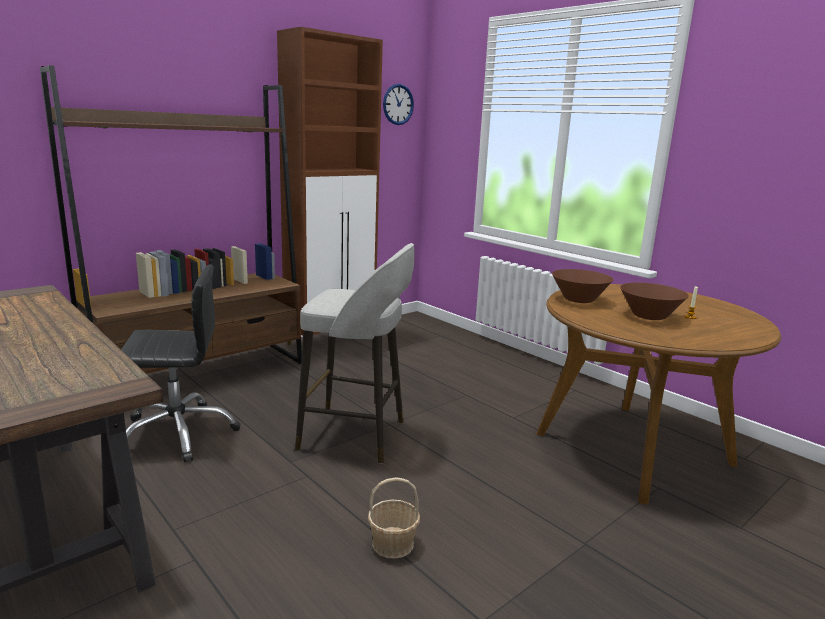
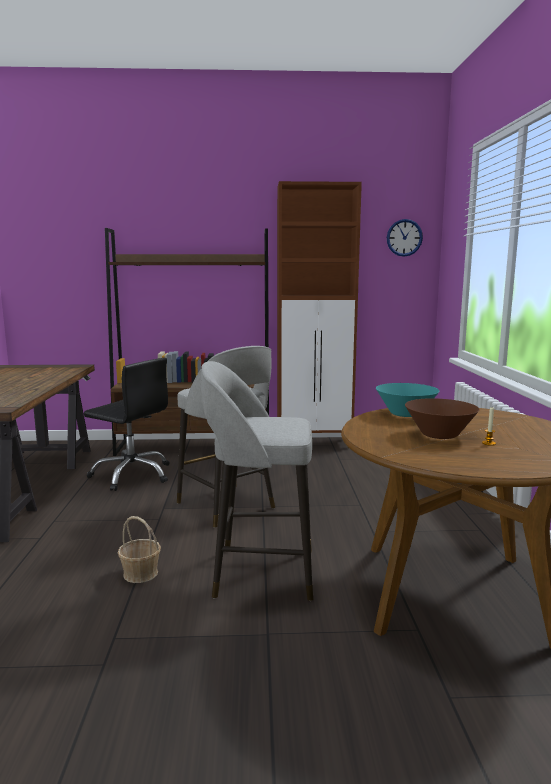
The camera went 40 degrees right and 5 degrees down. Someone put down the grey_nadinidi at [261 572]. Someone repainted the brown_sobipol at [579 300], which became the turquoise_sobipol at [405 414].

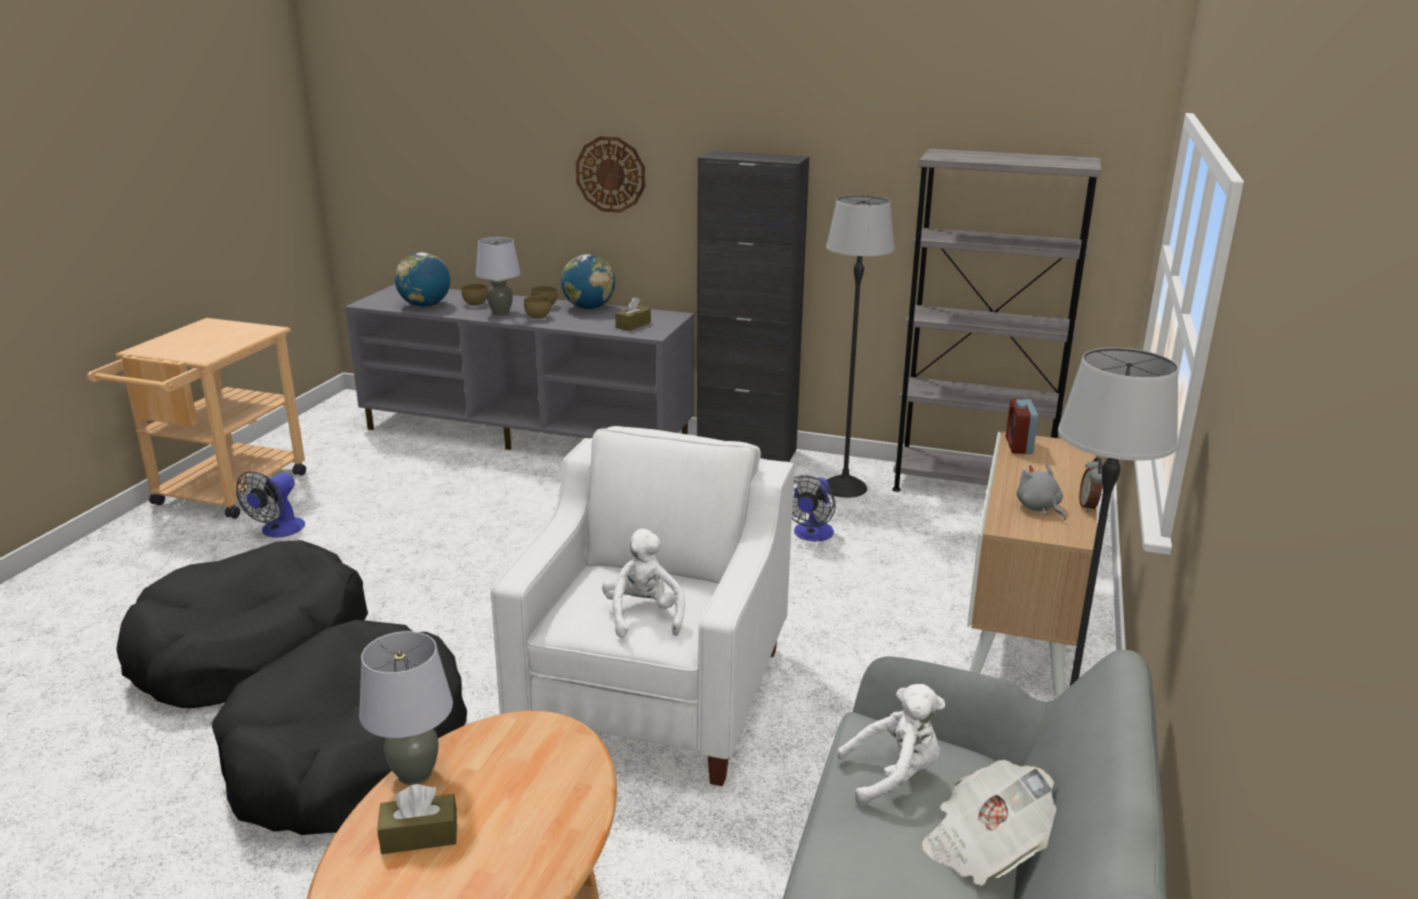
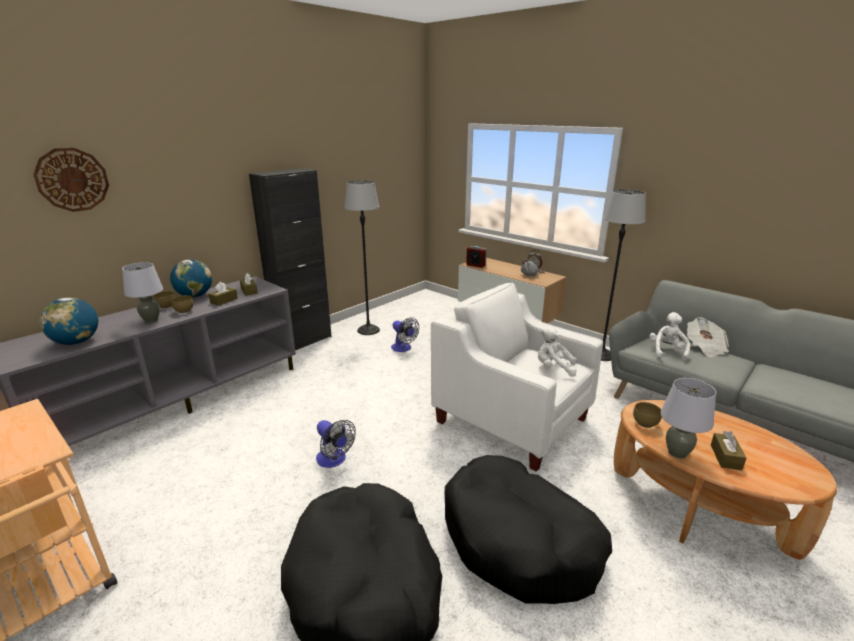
The camera went 65 degrees left and 0 degrees up. Someone took away the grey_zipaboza at [971 487]. Someone put down the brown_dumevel at [224 301]. Someone carried the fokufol from [278 531] to [334 460]. Someone carried the brown_sobipol from [474 304] to [644 424]. Someone carried the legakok from [610 174] to [72 180].

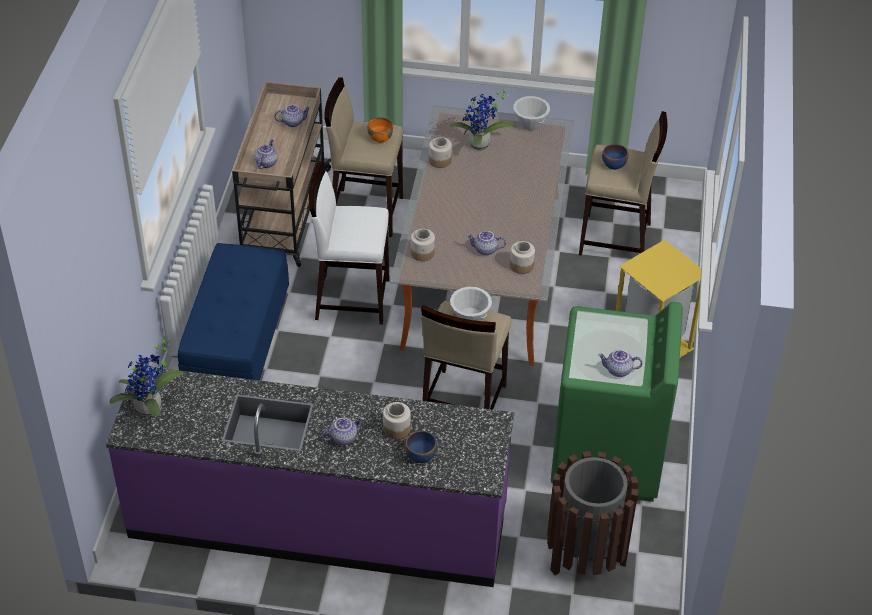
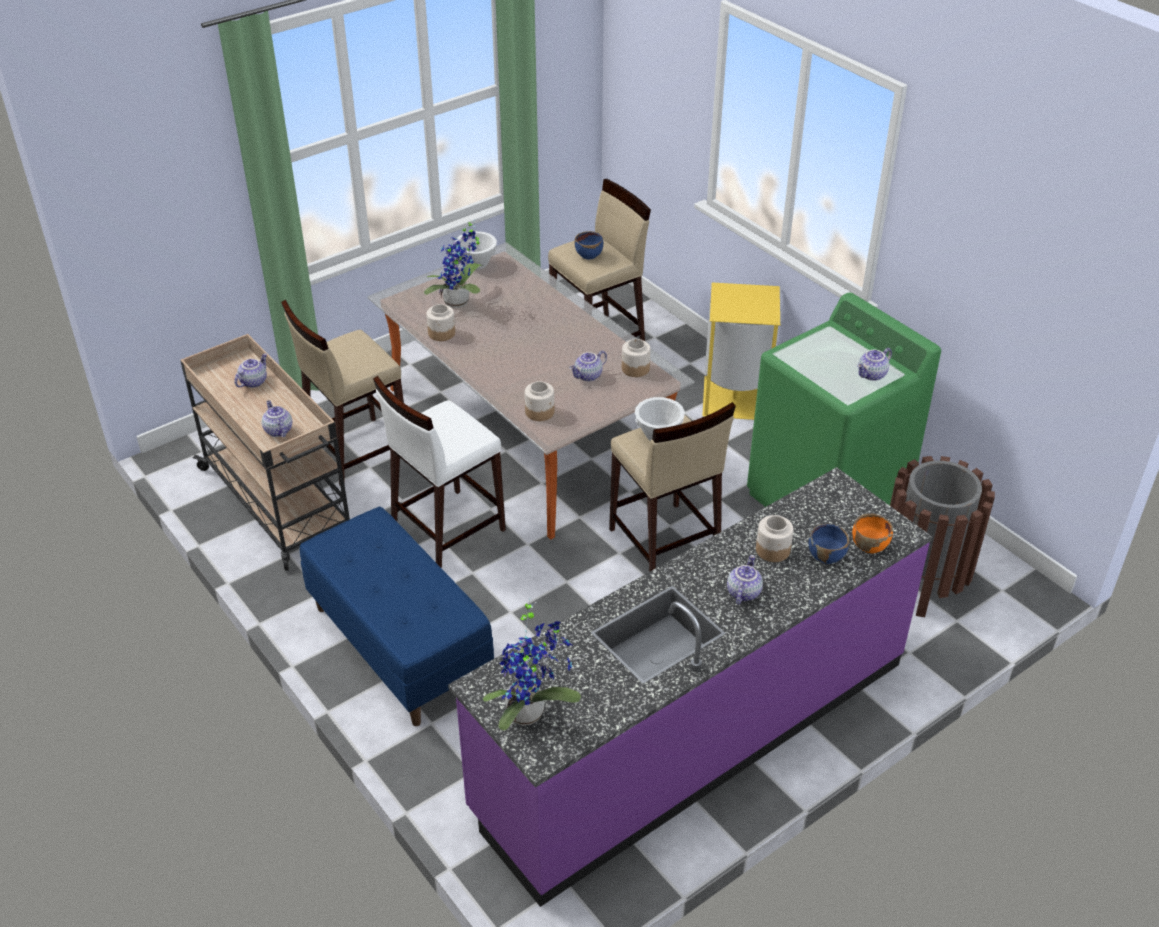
The camera went 45 degrees left and 5 degrees down. Someone carried the orange_sobipol from [380 138] to [869 545].

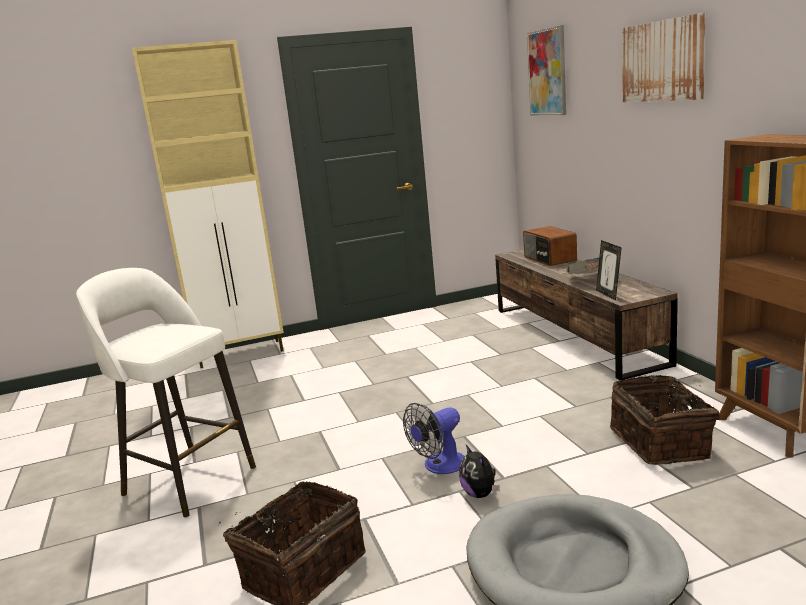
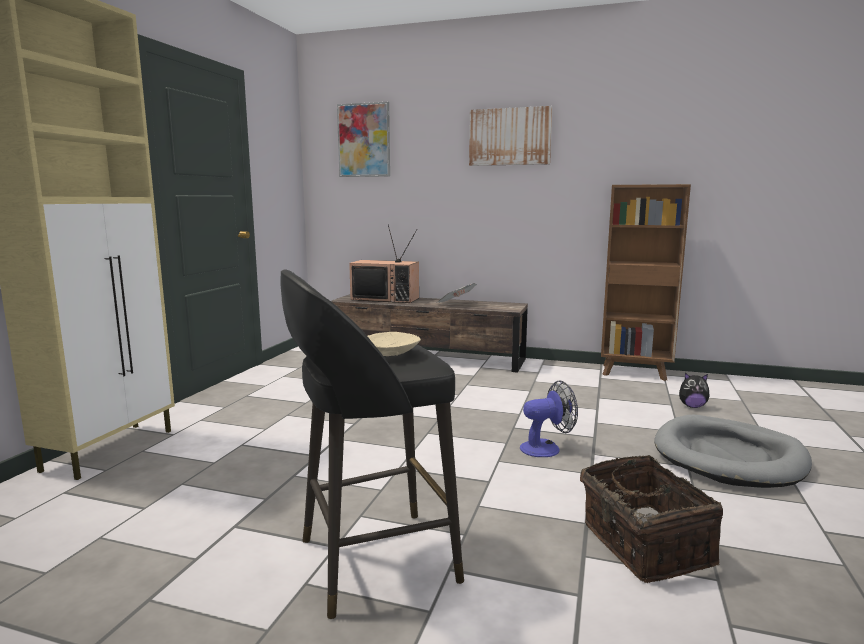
The camera went 55 degrees left and 5 degrees down. Someone took away the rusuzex at [608 294]. Someone took away the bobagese at [662 442]. Someone put down the beige_sobipol at [390 353]. Someone carried the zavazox from [480 494] to [692 406]. Someone swapped the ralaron at [549 259] for the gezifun at [386 299]. Someone repainted the white_nadinidi at [187 480], which became the black_nadinidi at [372 561]. Someone rotated the fokufol at [439 466] by 105 degrees counterclockwise.

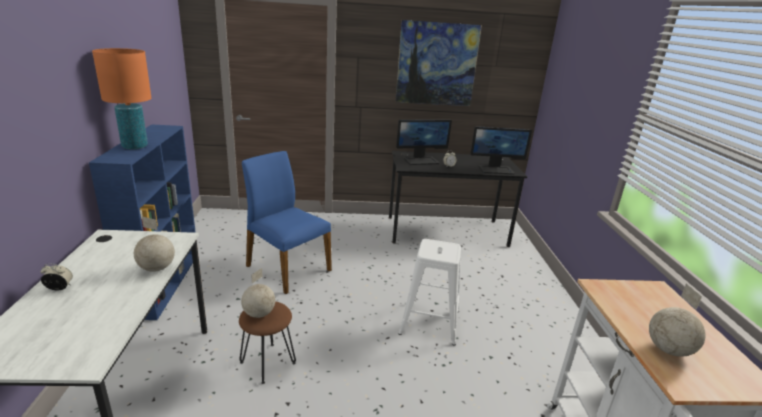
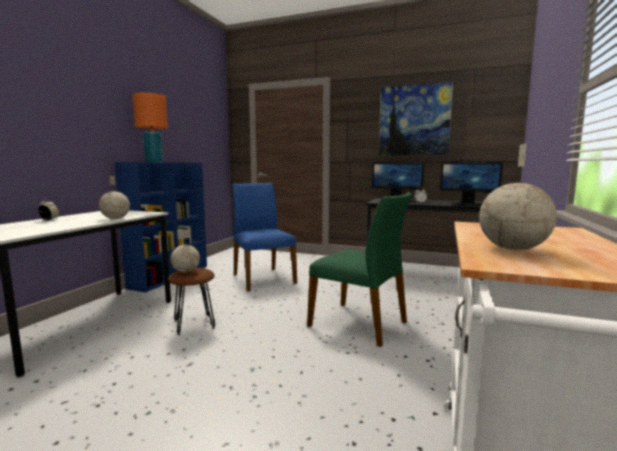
The camera went 25 degrees right and 15 degrees down. Someone swapped the white_nadinidi at [430 322] for the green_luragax at [359 323].

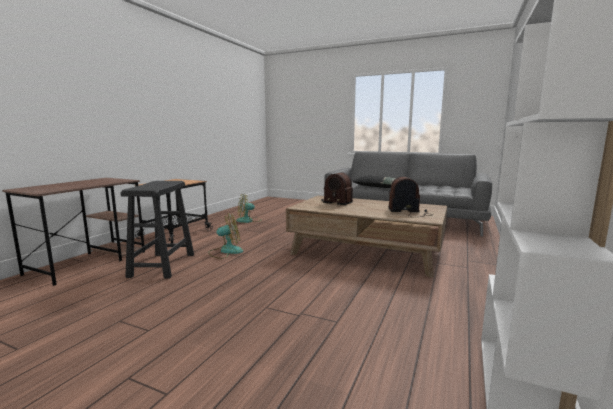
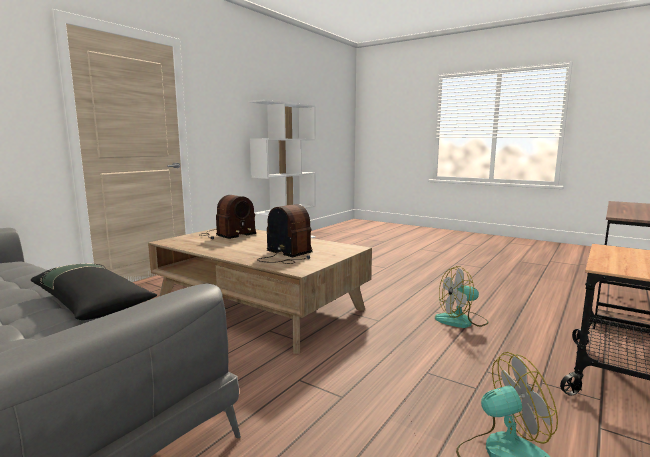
The camera went 170 degrees left and 0 degrees up. Someone took away the black_nadinidi at [162 265]. Someone rotated the ralaron at [409 212] by 60 degrees counterclockwise.

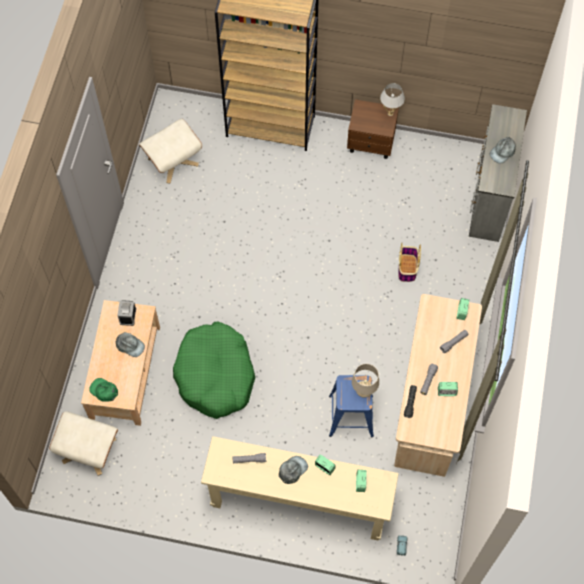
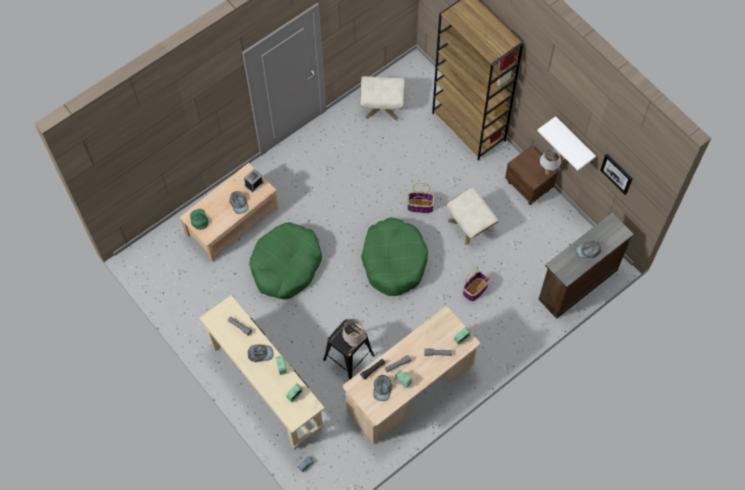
The camera went 40 degrees right and 0 degrees up. Someone put down the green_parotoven at [394 261]. Someone put down the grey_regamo at [382 388]. Someone put down the bobagese at [420 206]. Someone put up the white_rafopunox at [574 141]. Someone put up the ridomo at [617 173]. Someone carried the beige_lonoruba from [89 449] to [471 225]. Someone repainted the blue_nadinidi at [350 416], which became the black_nadinidi at [348 357]. Someone repainted the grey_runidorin at [488 199], which became the brown_runidorin at [576 284].

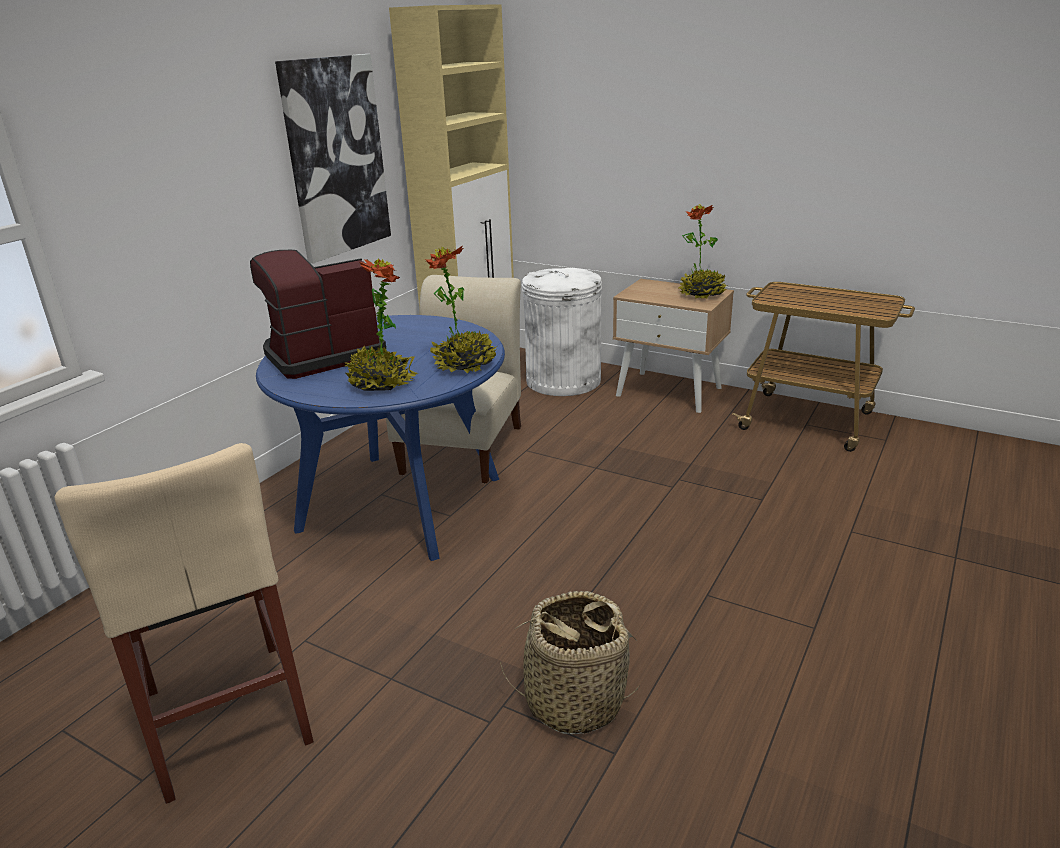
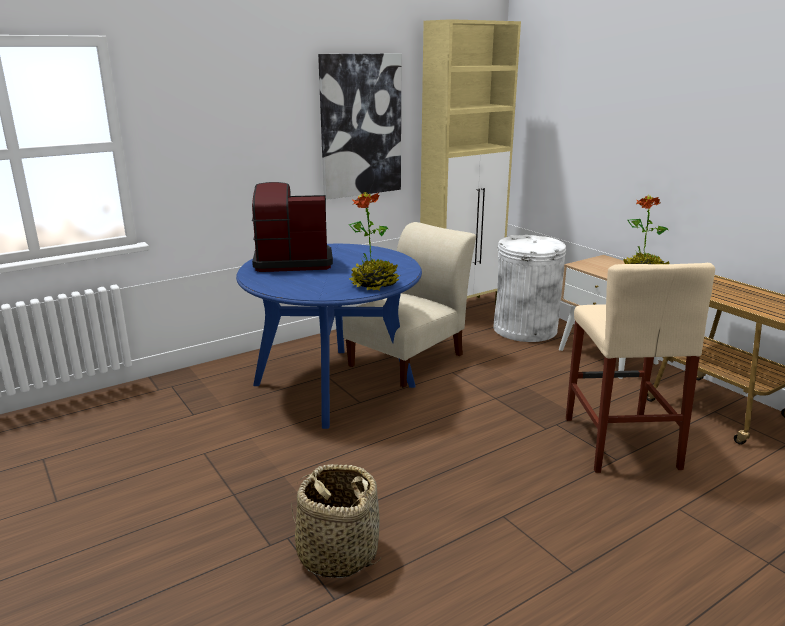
The camera went 25 degrees right and 5 degrees down. Someone took away the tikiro at [381 384]. Someone carried the beige_nadinidi from [226 715] to [620 442].

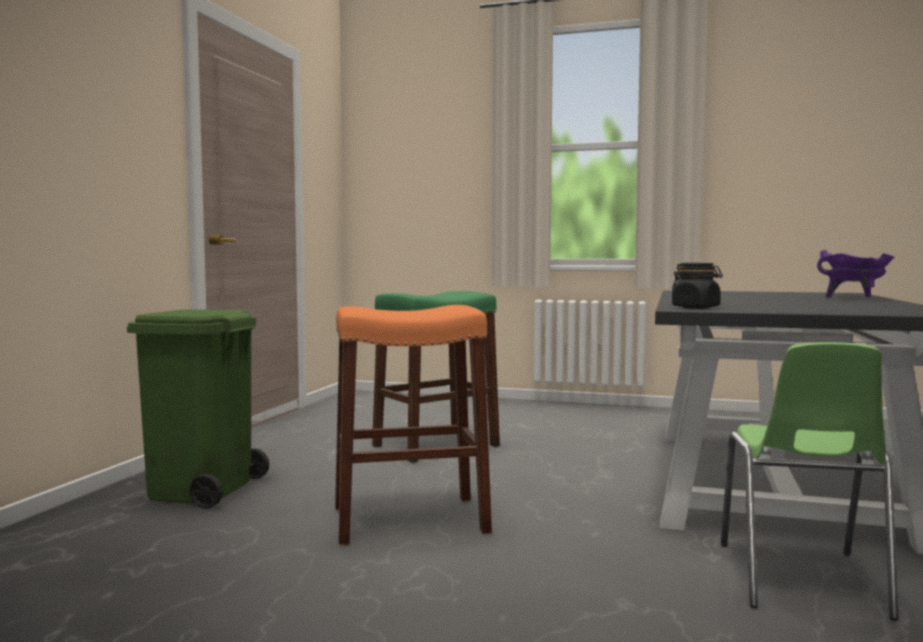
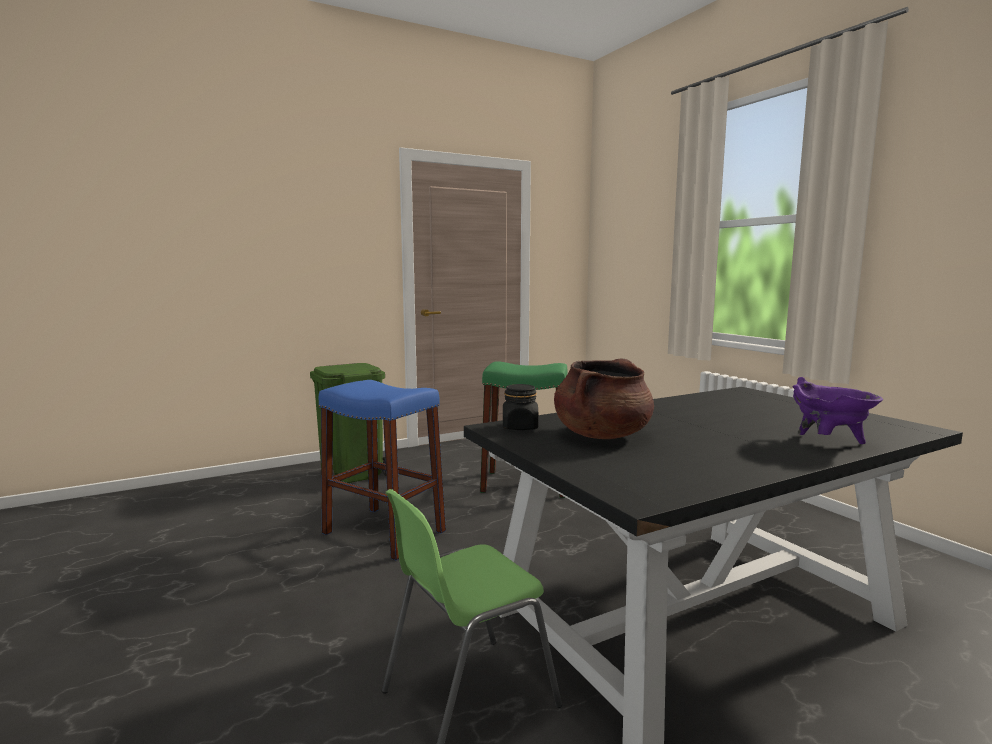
The camera went 45 degrees right and 5 degrees up. Someone put down the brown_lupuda at [602 435]. Someone repainted the orange_nadinidi at [410 519], which became the blue_nadinidi at [384 532].

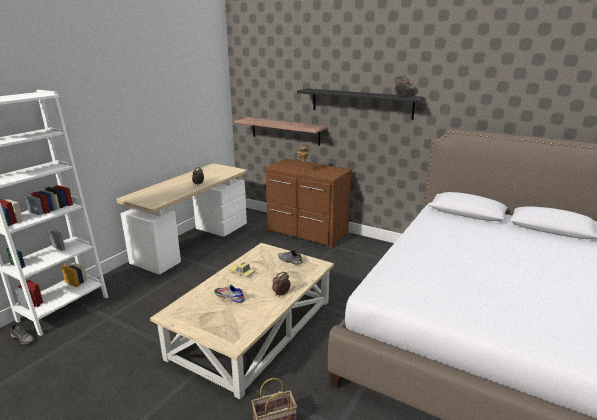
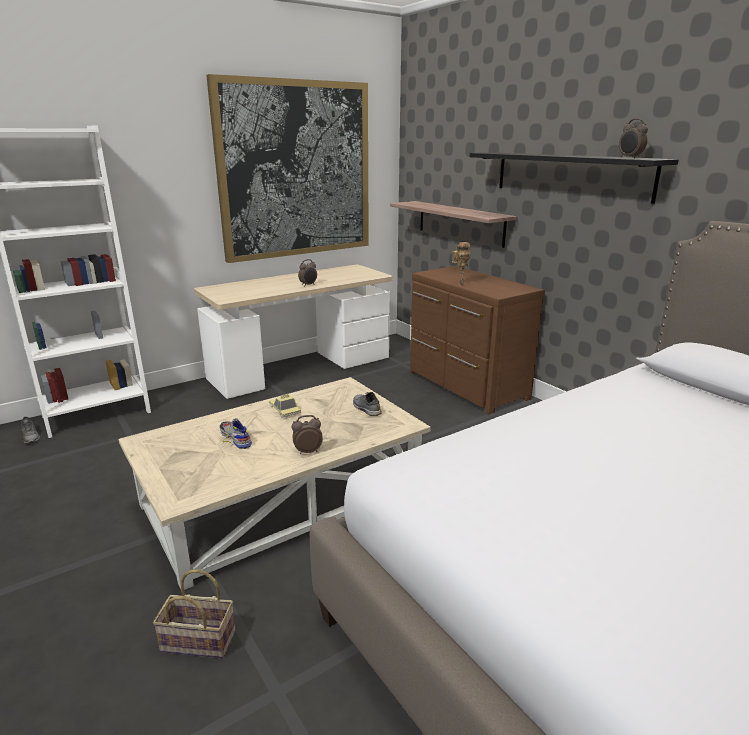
The camera went 25 degrees right and 0 degrees up. Someone put up the ridomo at [295 170].

